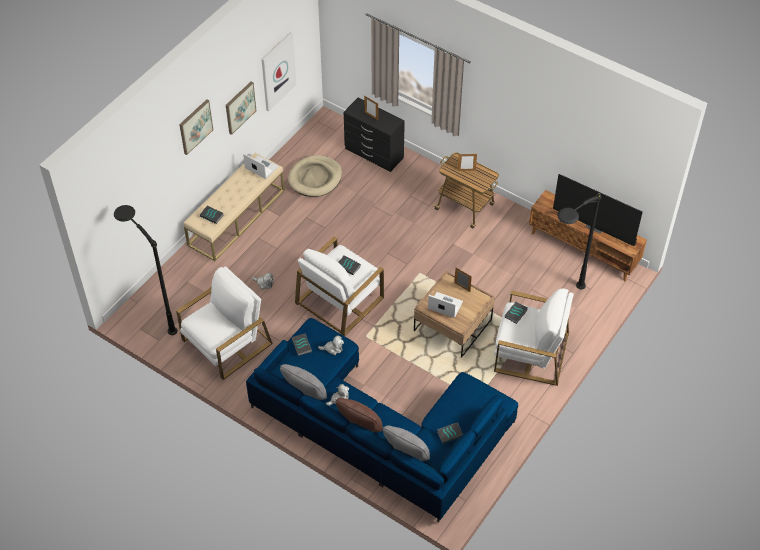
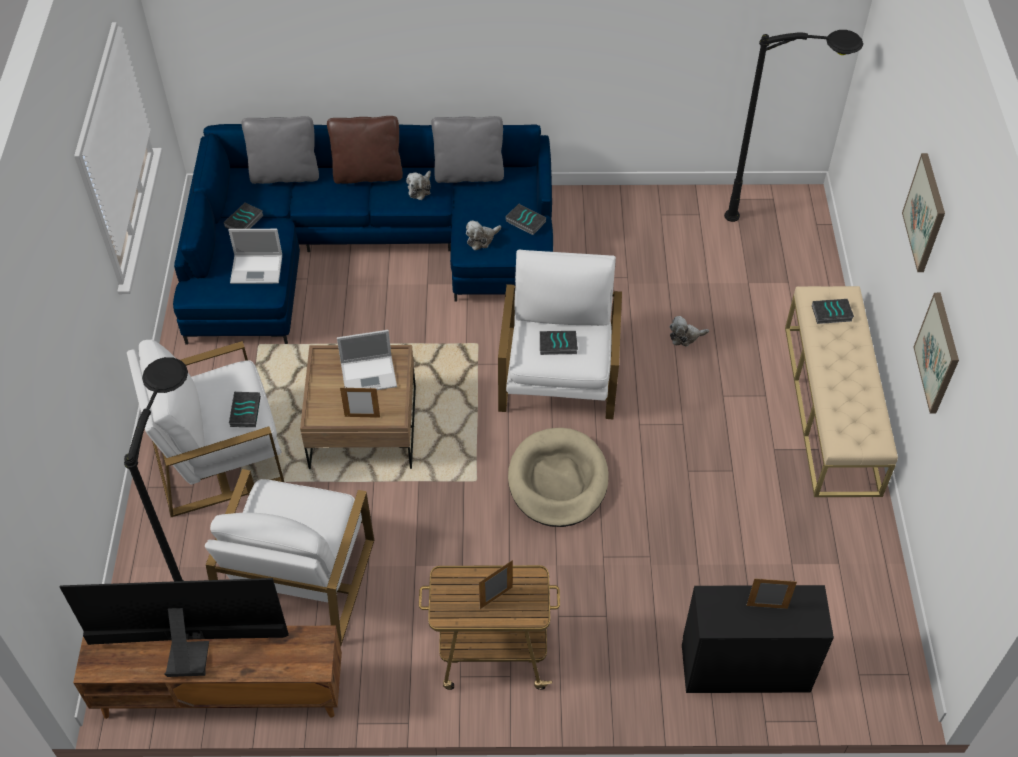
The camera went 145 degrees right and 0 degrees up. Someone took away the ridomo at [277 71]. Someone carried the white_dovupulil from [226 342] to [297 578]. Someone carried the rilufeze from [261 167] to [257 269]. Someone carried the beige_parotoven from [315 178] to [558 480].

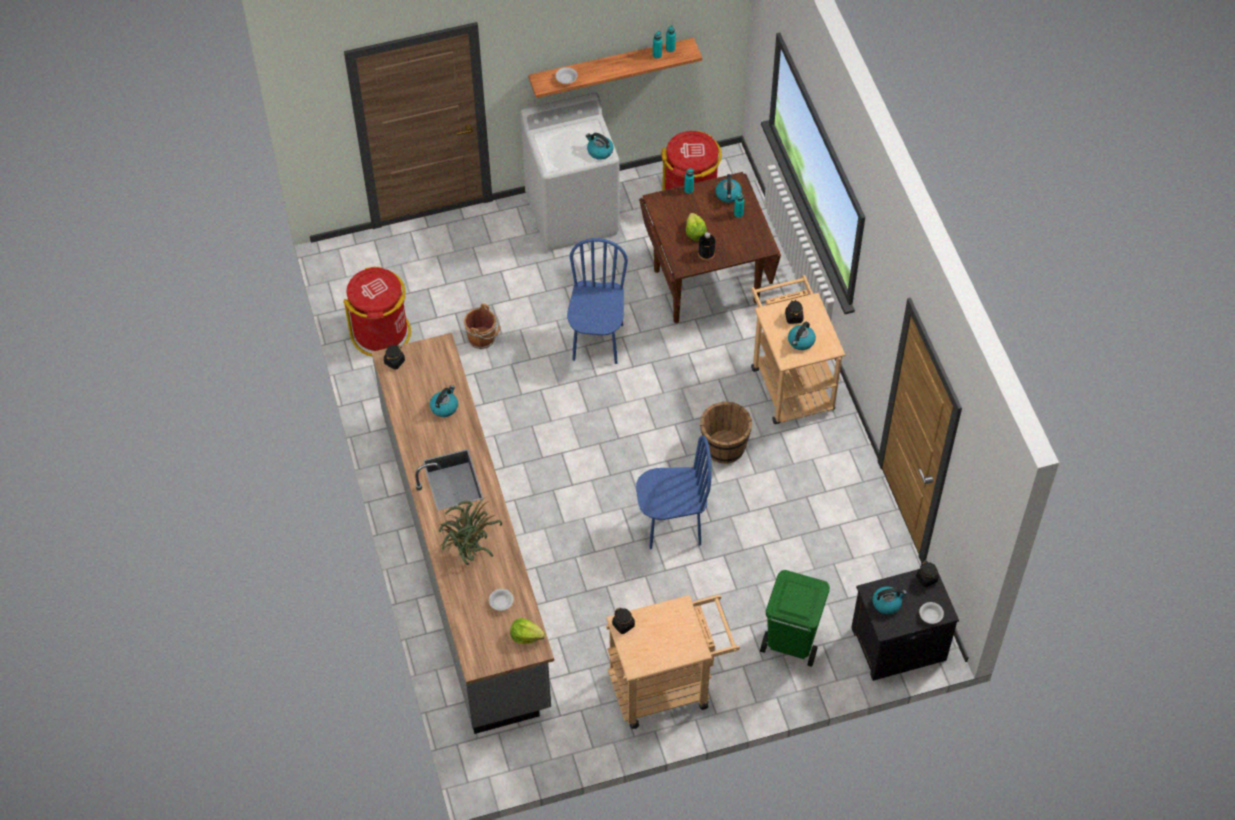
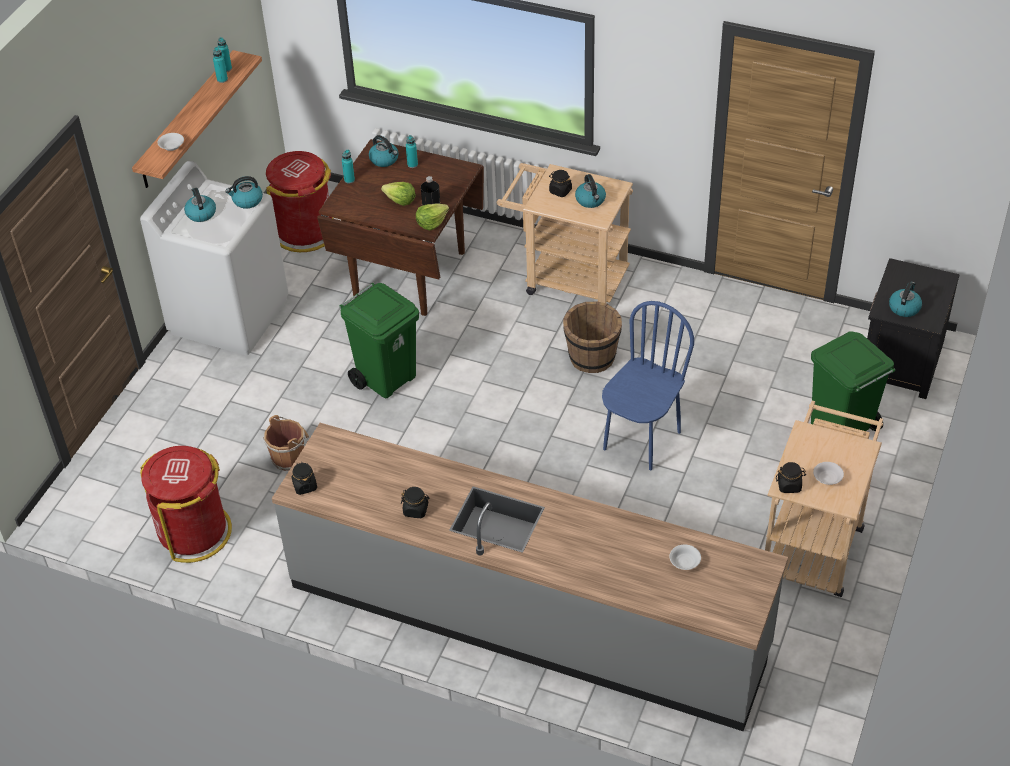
The camera went 50 degrees left and 10 degrees down. Someone took away the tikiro at [469 554]. Someone carried the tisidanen from [444 407] to [201 213]. Someone carried the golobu from [526 635] to [431 222]. Someone carried the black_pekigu from [926 578] to [416 510]. Someone carried the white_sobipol from [930 616] to [827 478]. Someone swapped the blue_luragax at [597 342] for the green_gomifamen at [387 378].

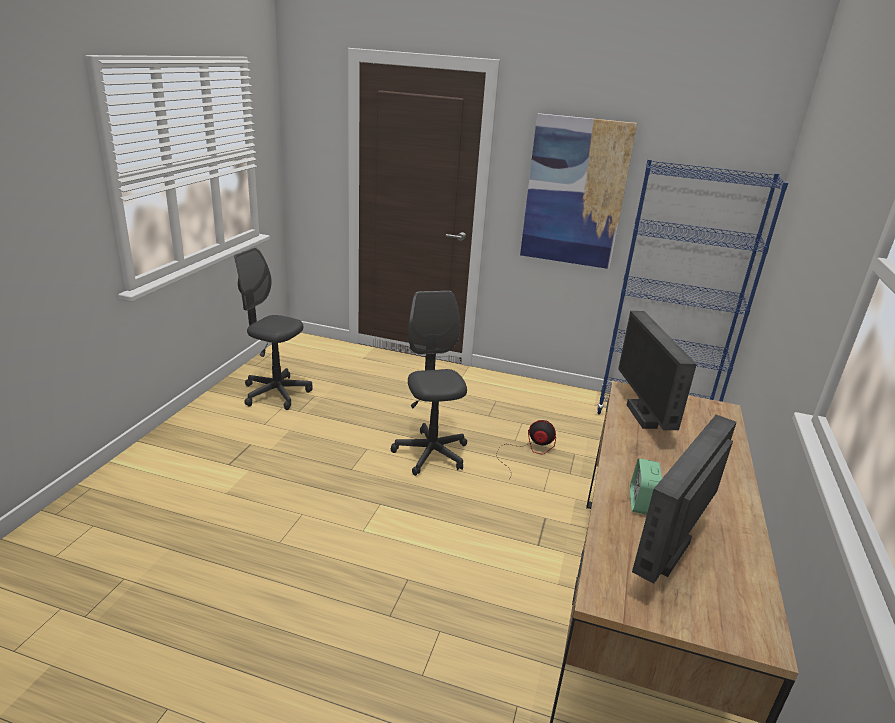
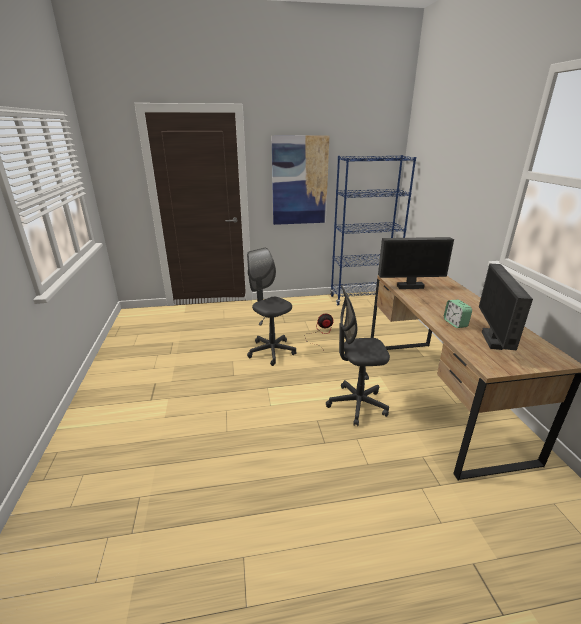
The camera went 25 degrees left and 0 degrees up. Someone carried the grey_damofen from [276 393] to [357 405]. Someone rotated the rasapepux at [643 416] by 60 degrees counterclockwise.

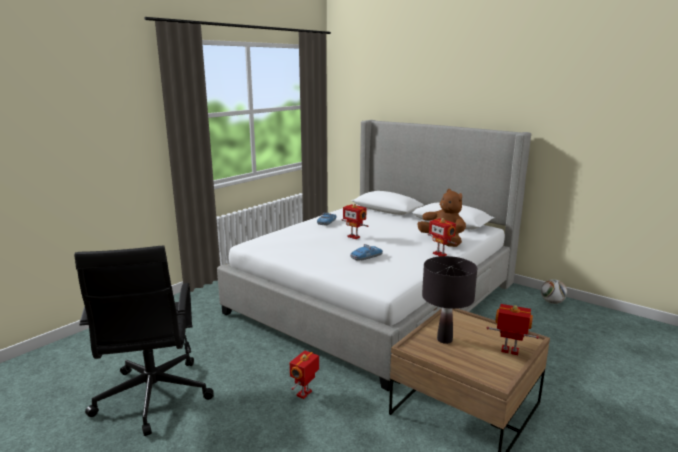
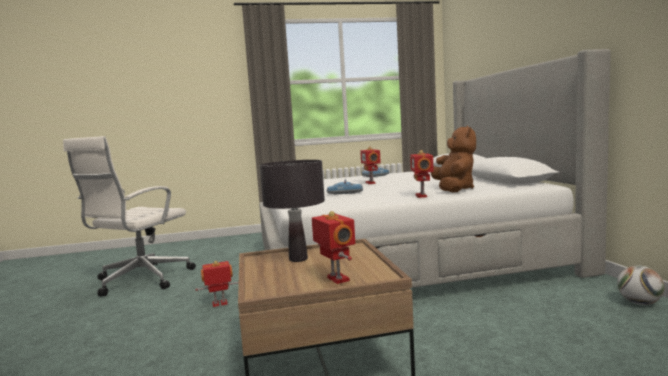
The camera went 40 degrees right and 10 degrees down. Someone repainted the black_damofen at [152 398], which became the white_damofen at [140 280].

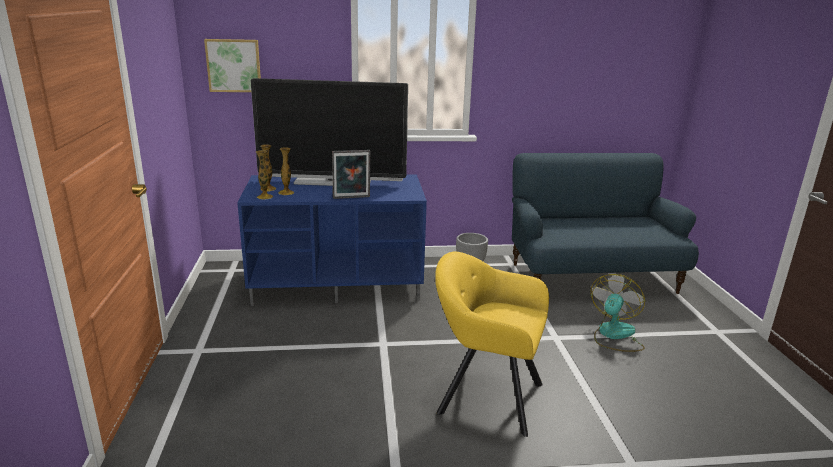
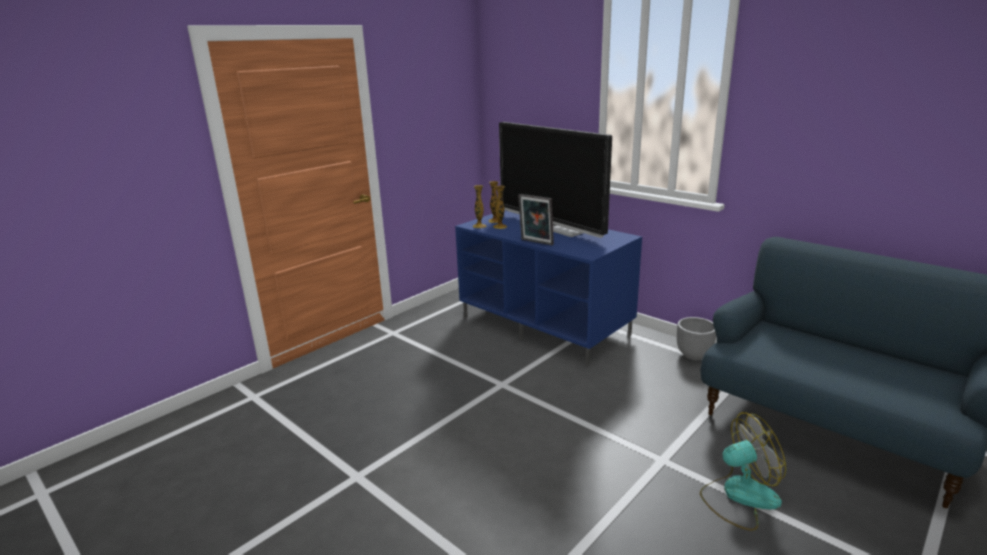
The camera went 50 degrees right and 0 degrees up. Someone took away the ridomo at [234 65]. Someone took away the yellow_dovupulil at [485 395].

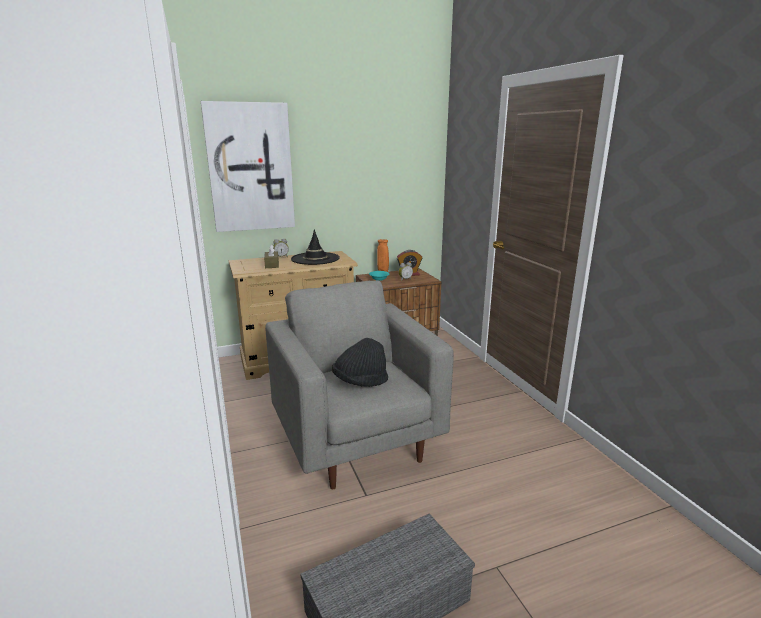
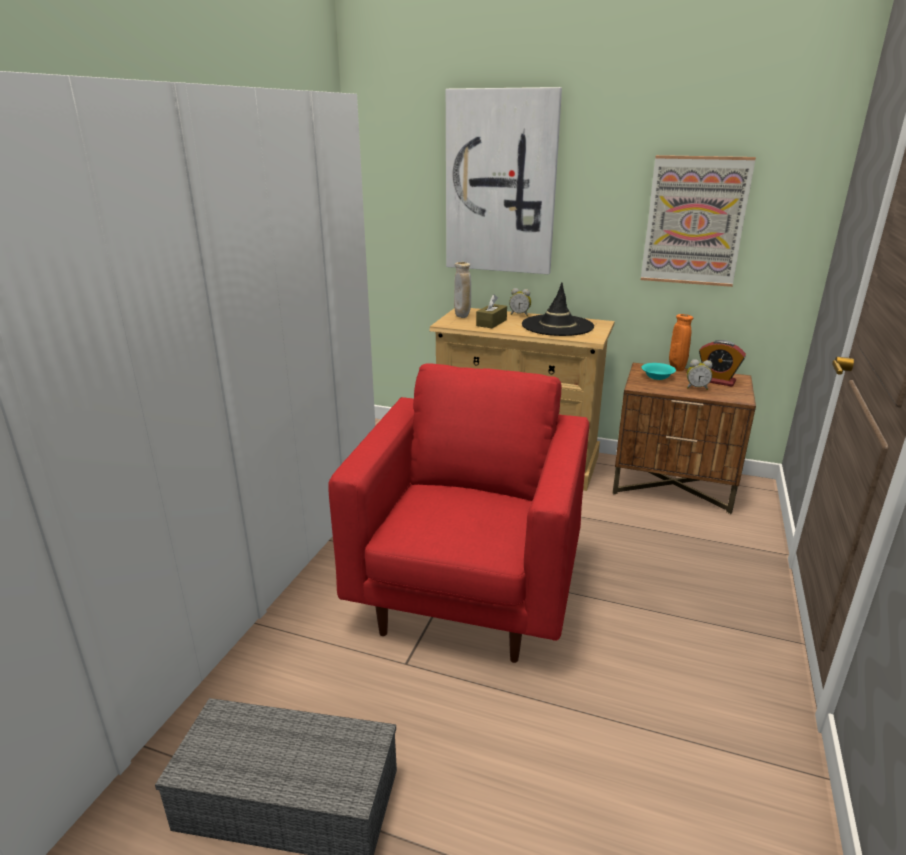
The camera went 40 degrees right and 5 degrees up. Someone took away the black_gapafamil at [360 382]. Someone put down the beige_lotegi at [462 317]. Someone put up the ridomo at [694 221]. Someone repainted the grey_dovupulil at [356 441], which became the red_dovupulil at [468 593].

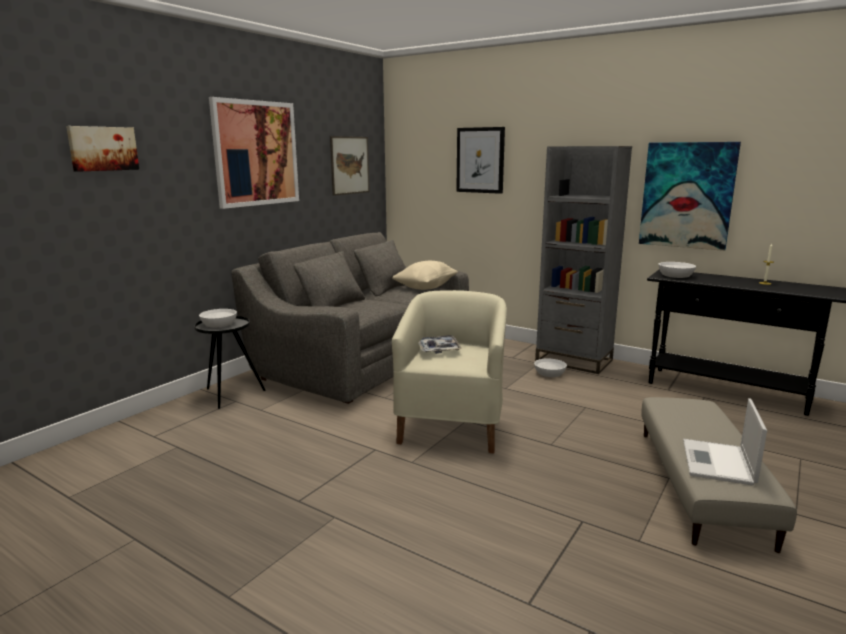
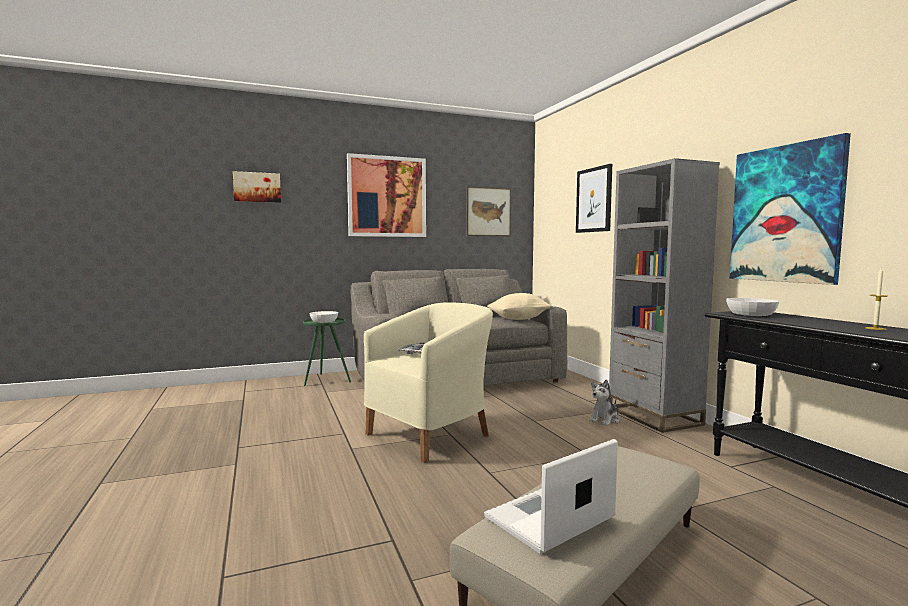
The camera went 35 degrees right and 10 degrees down. Someone swapped the white_sobipol at [550 373] for the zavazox at [605 420]. Someone repainted the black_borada at [230 394], which became the green_borada at [326 380].

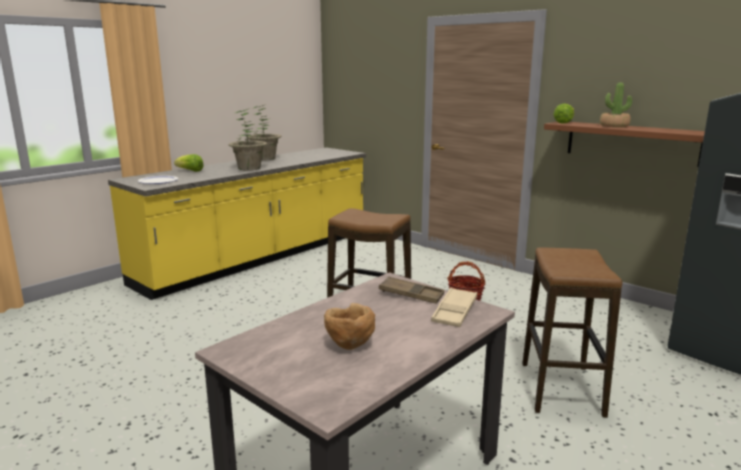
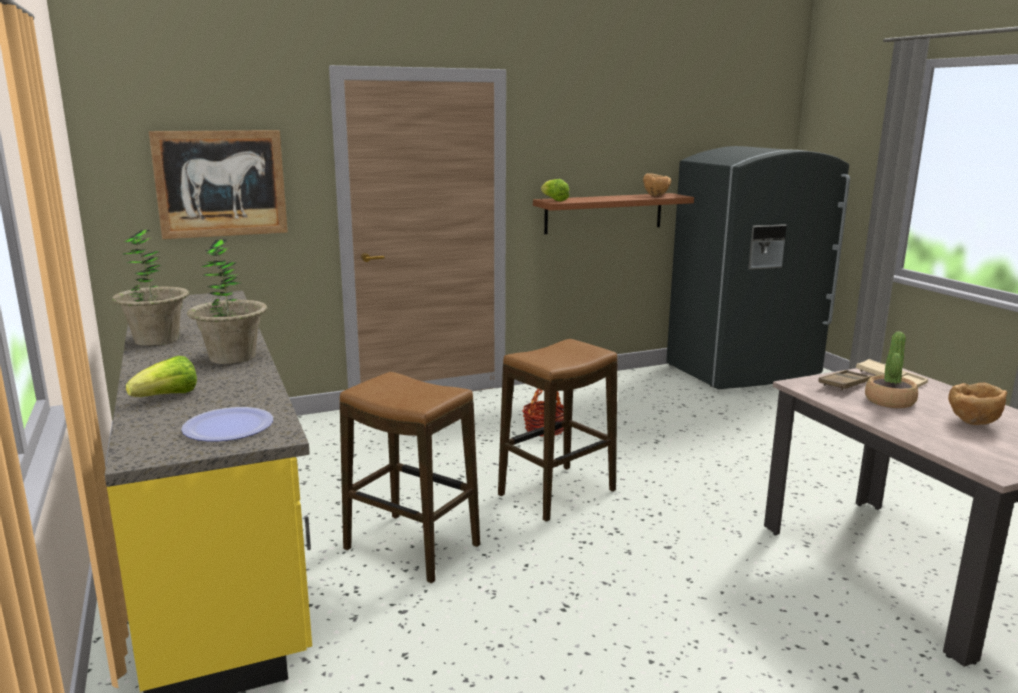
The camera went 65 degrees left and 0 degrees up. Someone put up the ridomo at [221 183]. Someone put down the brown_sobipol at [656 196]. Someone carried the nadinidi from [561 389] to [411 547]. Someone carried the tikiro from [614 126] to [889 401].

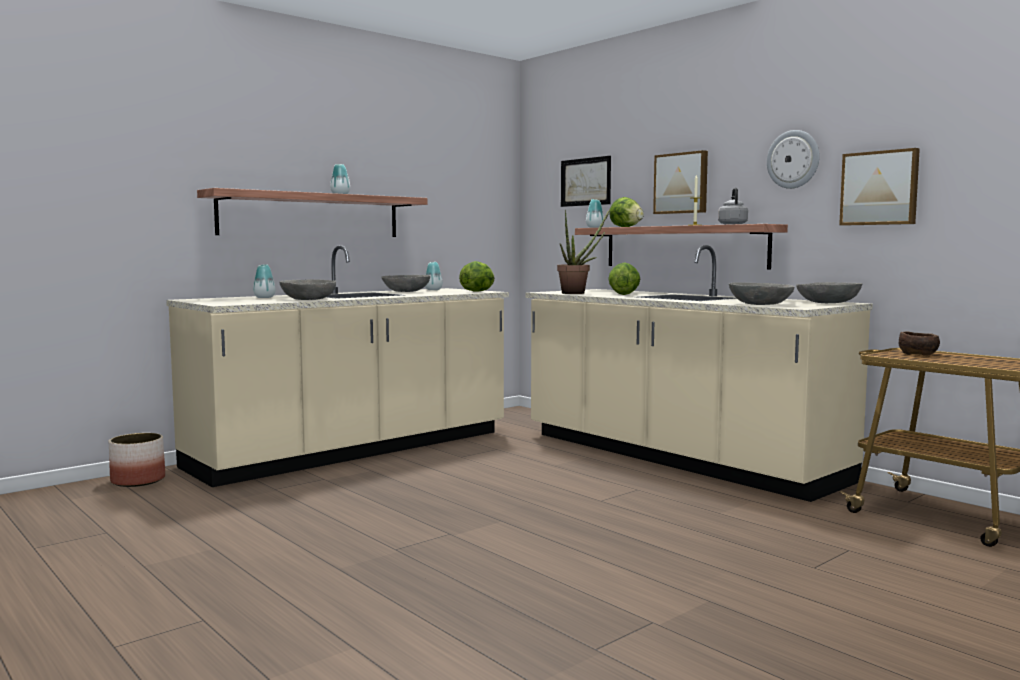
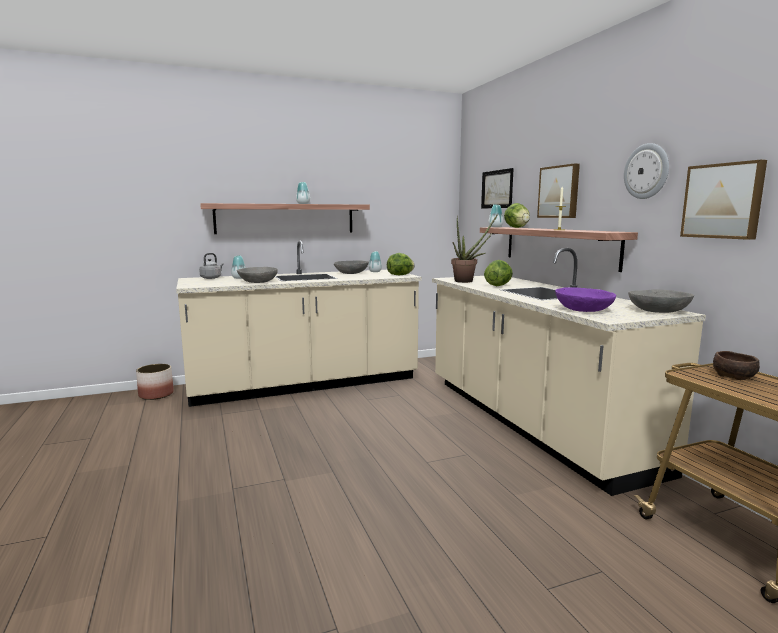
The camera went 20 degrees right and 5 degrees up. Someone carried the grey_tisidanen from [732 224] to [211 278]. Someone repainted the grey_sobipol at [760 304], which became the purple_sobipol at [583 310].

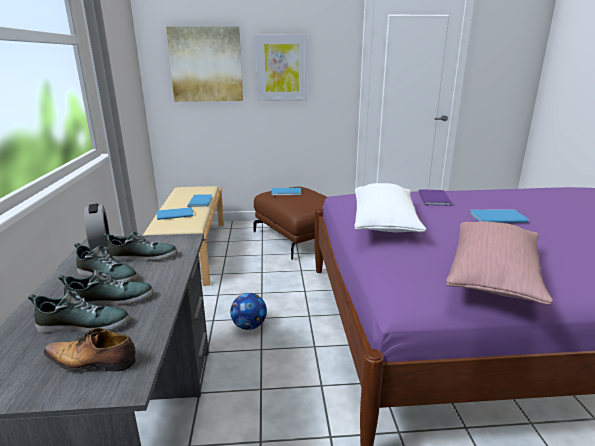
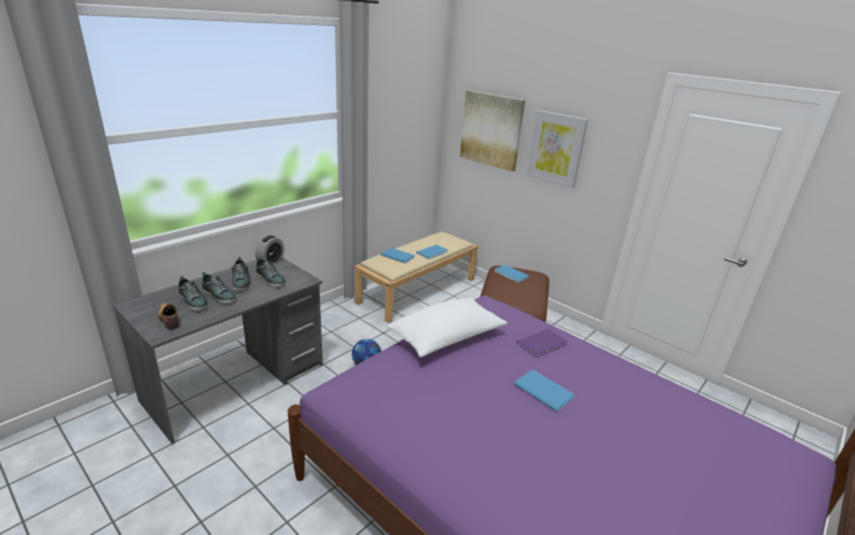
The camera went 45 degrees right and 5 degrees up. Someone took away the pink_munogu at [493 276].

